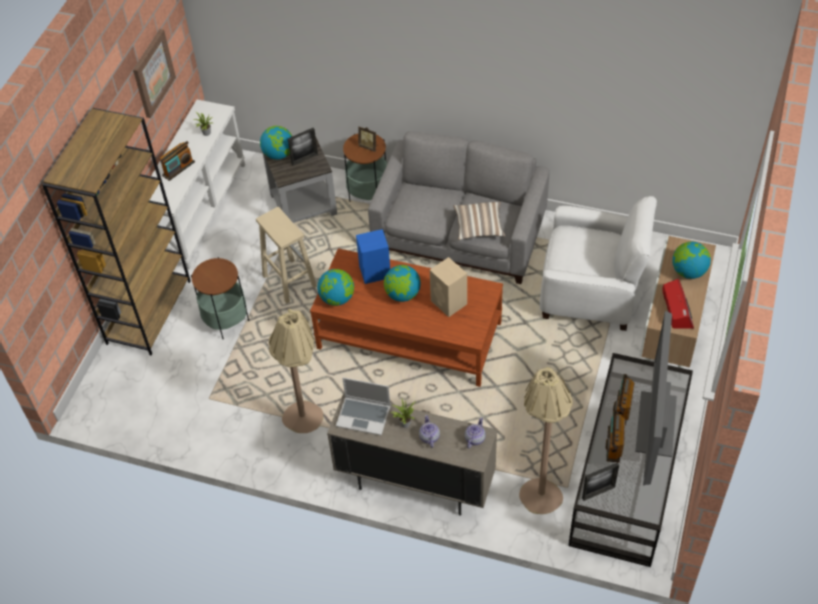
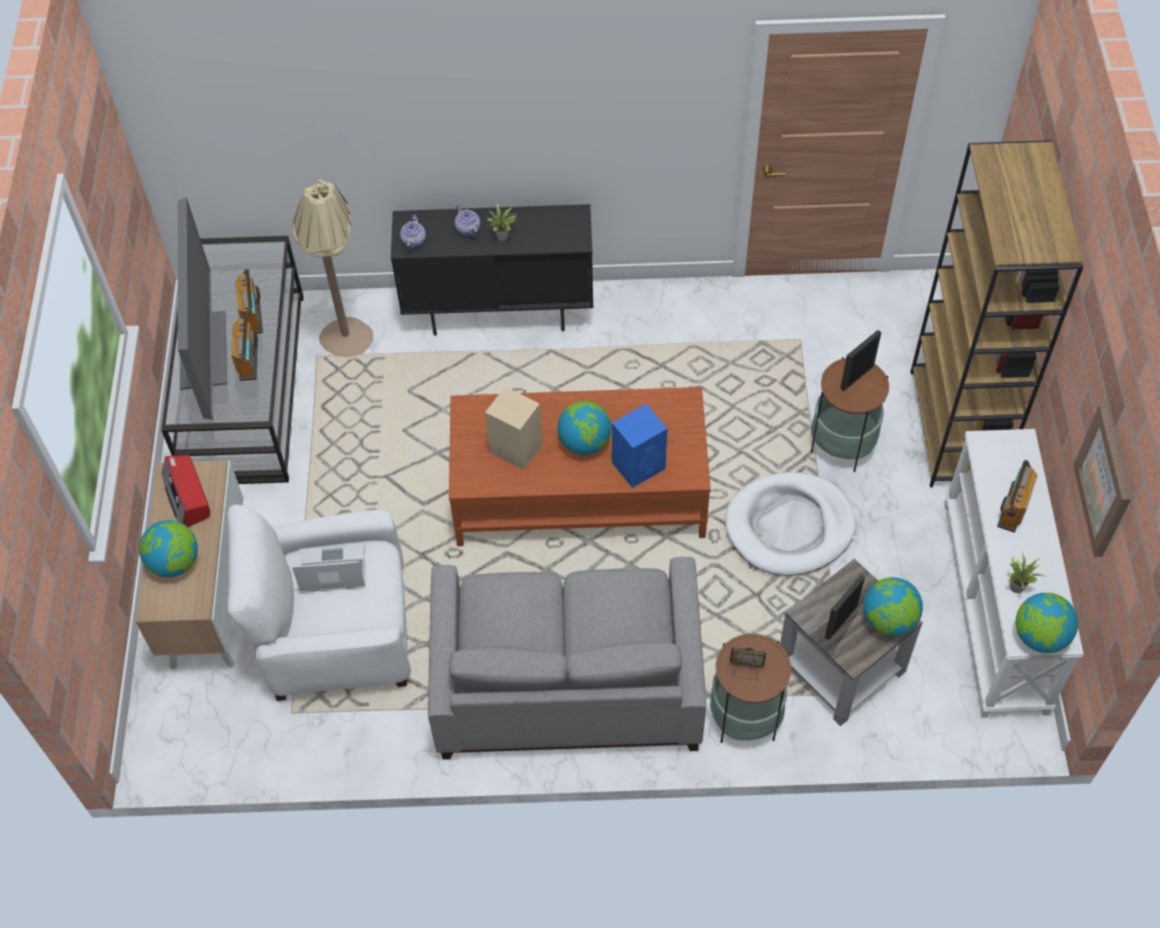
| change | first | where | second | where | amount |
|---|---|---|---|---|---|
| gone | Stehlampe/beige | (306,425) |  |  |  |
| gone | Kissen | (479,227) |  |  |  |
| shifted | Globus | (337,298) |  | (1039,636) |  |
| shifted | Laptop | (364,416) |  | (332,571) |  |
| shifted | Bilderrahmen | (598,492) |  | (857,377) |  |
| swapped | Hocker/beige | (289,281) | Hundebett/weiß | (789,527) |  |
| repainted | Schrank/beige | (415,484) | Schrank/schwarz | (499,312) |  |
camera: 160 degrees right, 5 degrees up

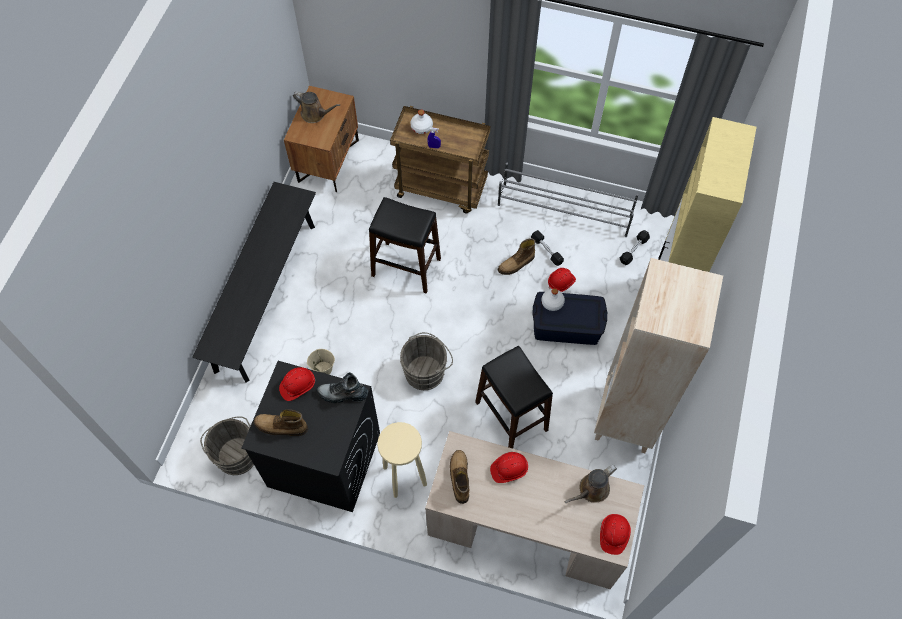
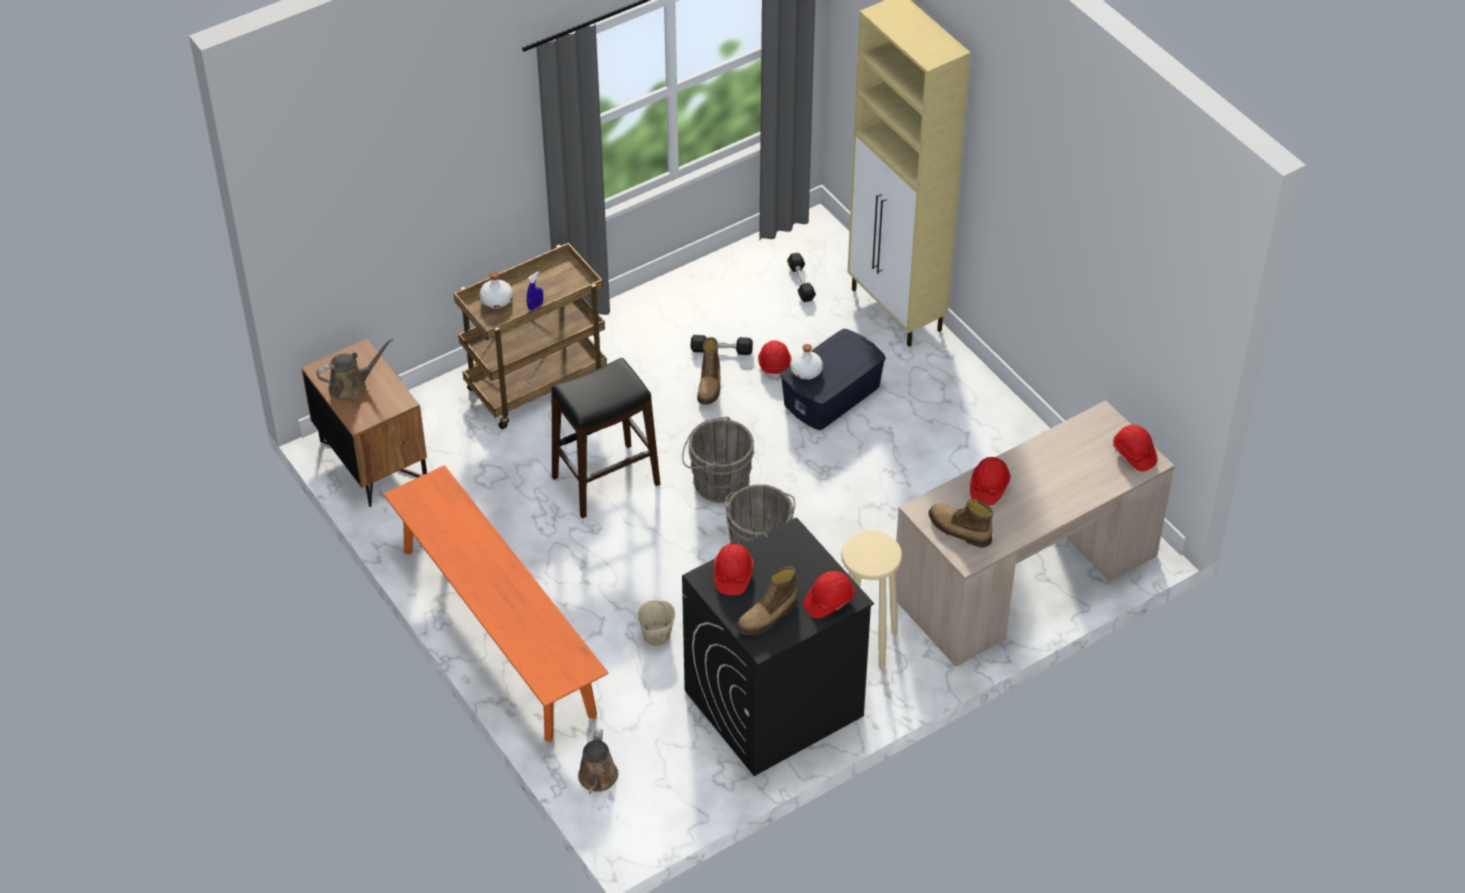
| change | first | where | second | where | amount |
|---|---|---|---|---|---|
| gone | Stiefel | (343,394) |  |  |  |
| gone | Hocker/schwarz | (511,416) |  |  |  |
| gone | Schuhregal/grau | (565,211) |  |  |  |
| gone | Bücherregal/beige | (626,419) |  |  |  |
| new |  |  | Schutzhelm/rot | (829,601) |  |
| shifted | Eimer/grau | (236,453) |  | (717,482) |  |
| shifted | Gießkanne/braun | (591,490) |  | (597,779) |  |
| repainted | Bank/schwarz | (266,296) | Bank/orange | (497,631) |  |
camera: 50 degrees left, 15 degrees down

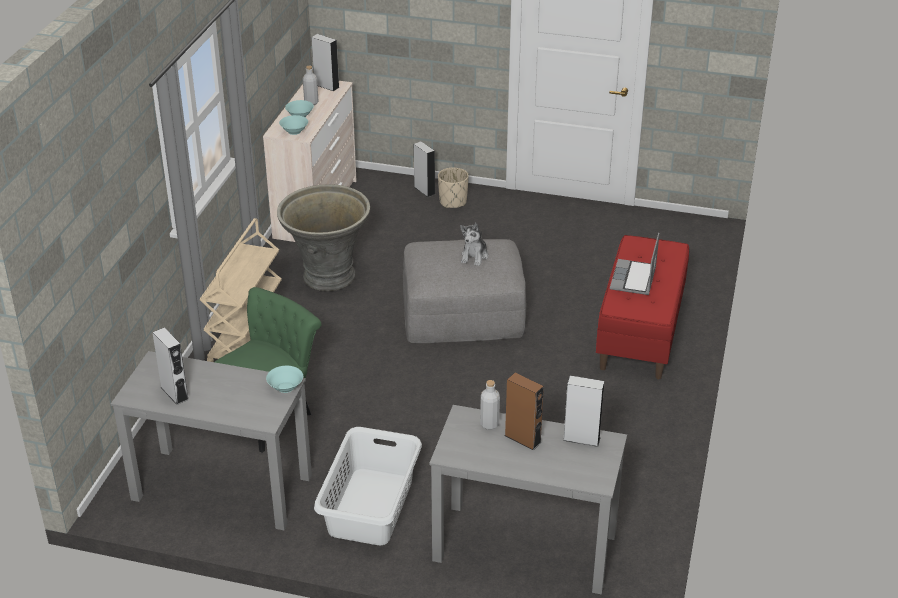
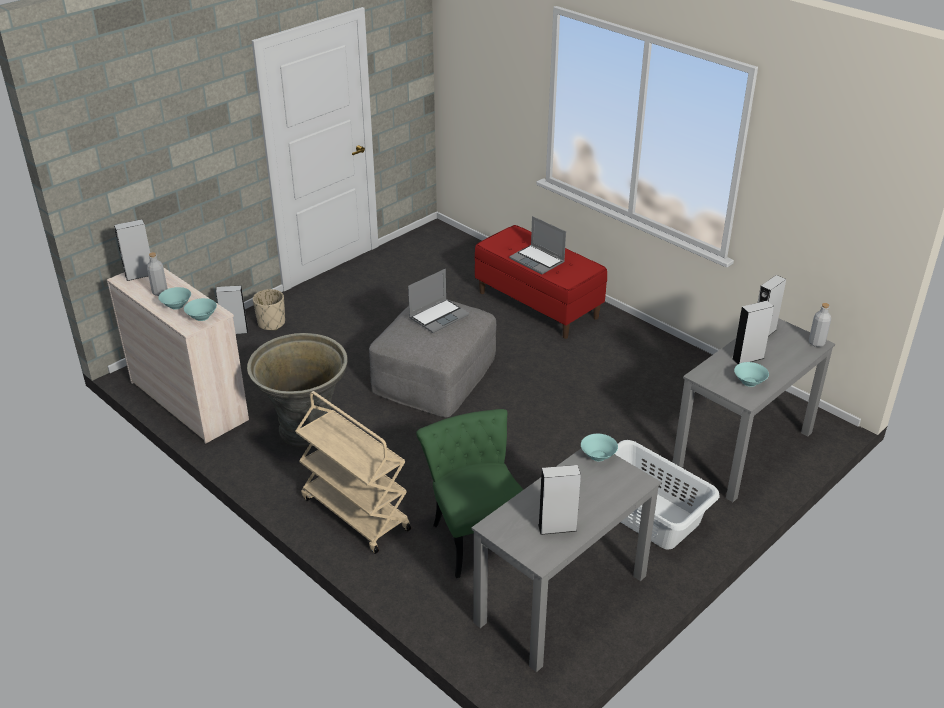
| change | first | where | second | where | amount |
|---|---|---|---|---|---|
| new |  |  | Schüssel/türkis | (749,382) |  |
| shifted | Flasche/grau | (489,424) |  | (816,343) |  |
| swapped | Plüschtier | (474,256) | Laptop | (439,316) |  |
| repainted | Lautsprecher/braun | (522,439) | Lautsprecher/grau | (748,358) |  |
camera: 60 degrees left, 0 degrees up

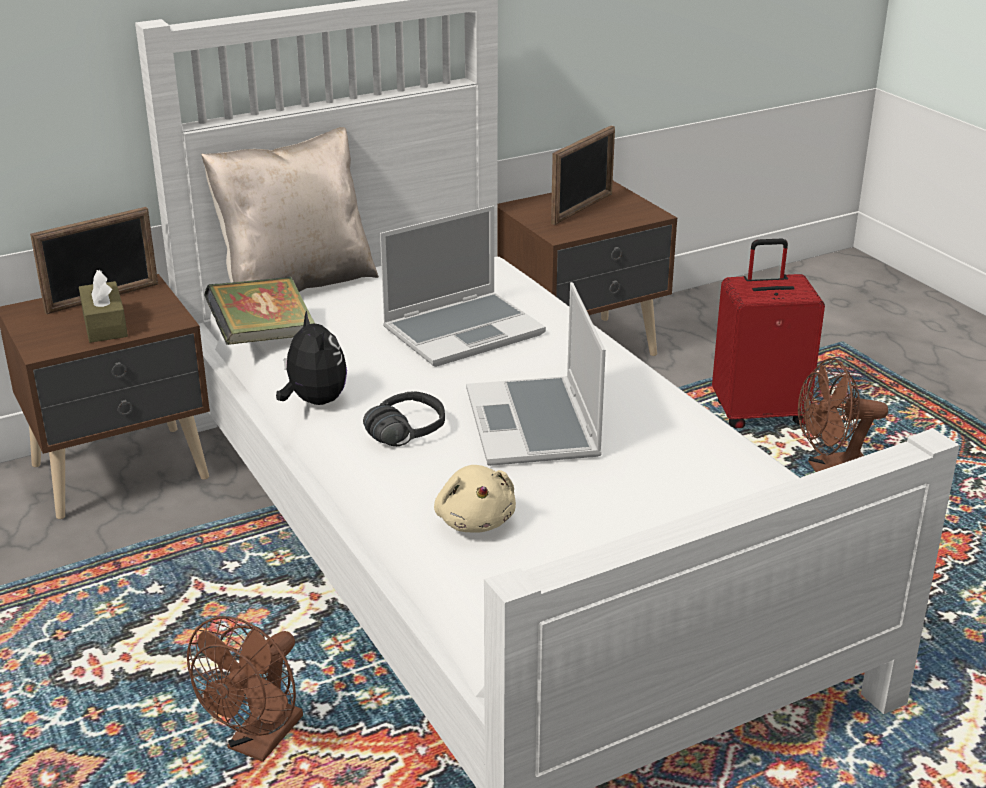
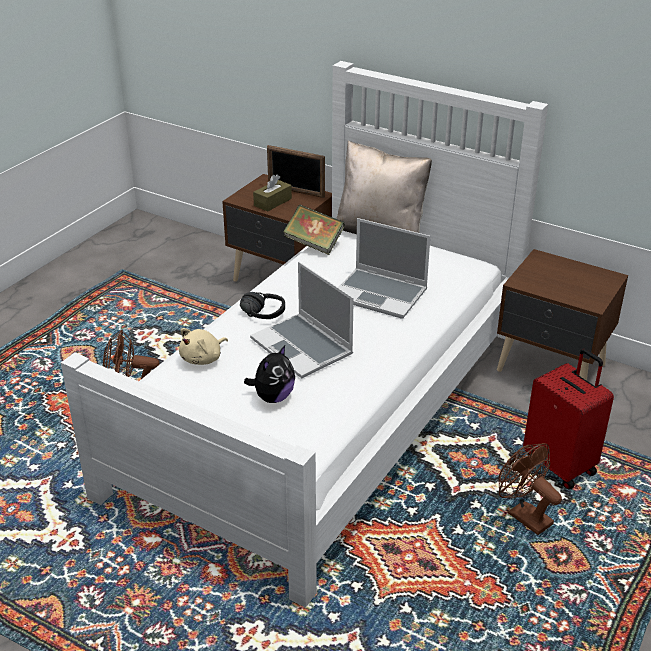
| change | first | where | second | where | amount |
|---|---|---|---|---|---|
| gone | Bilderrahmen | (582,209) |  |  |  |
| shifted | Plüschtier | (314,401) |  | (273,397) |  |
| rotated | Laptop | (535,425) |  | (303,347) | 90 degrees counterclockwise |
camera: 60 degrees right, 5 degrees up

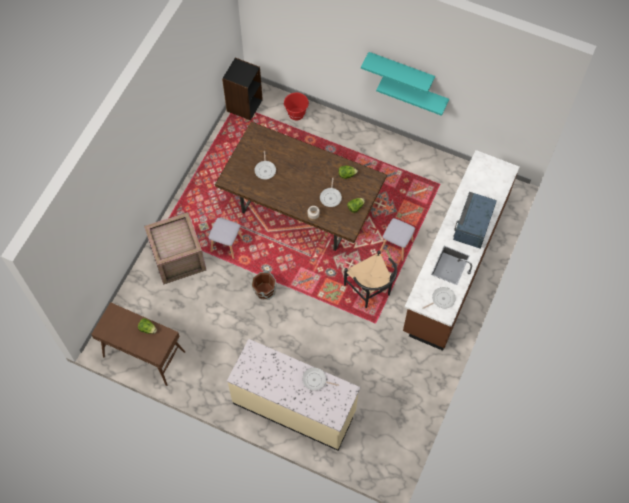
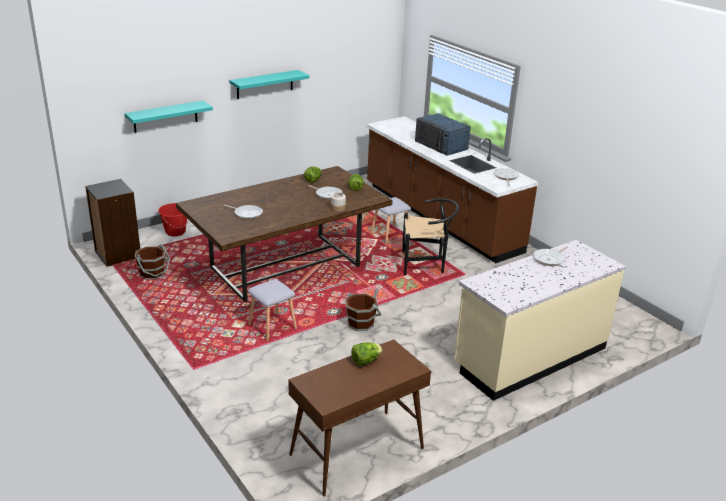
| change | first | where | second | where | amount |
|---|---|---|---|---|---|
| gone | Kiste | (177,257) |  |  |  |
| new |  |  | Eimer/braun | (153,274) |  |
| shifted | Wandregal/türkis | (415,91) |  | (165,116) |  |
camera: 60 degrees left, 35 degrees down

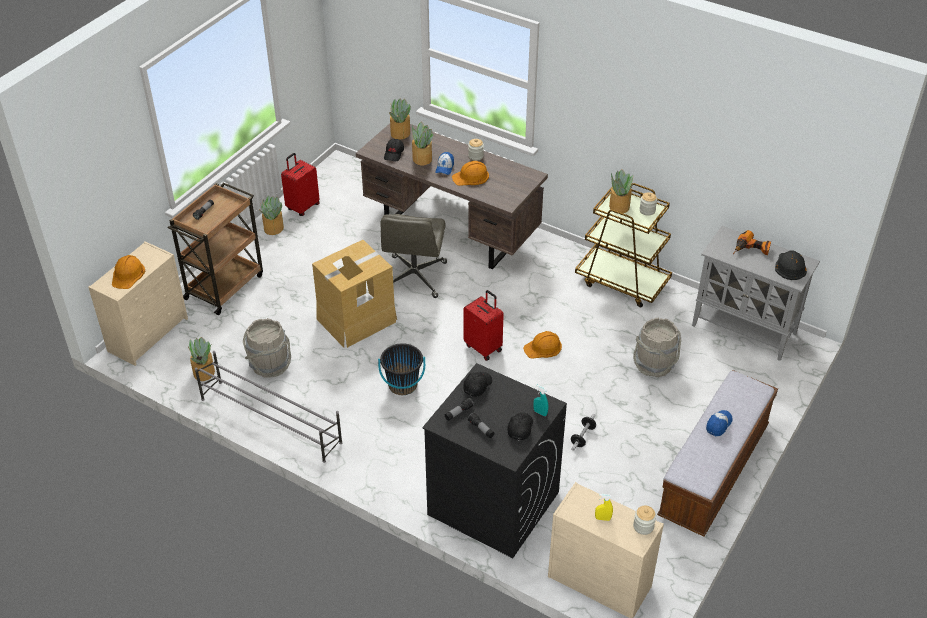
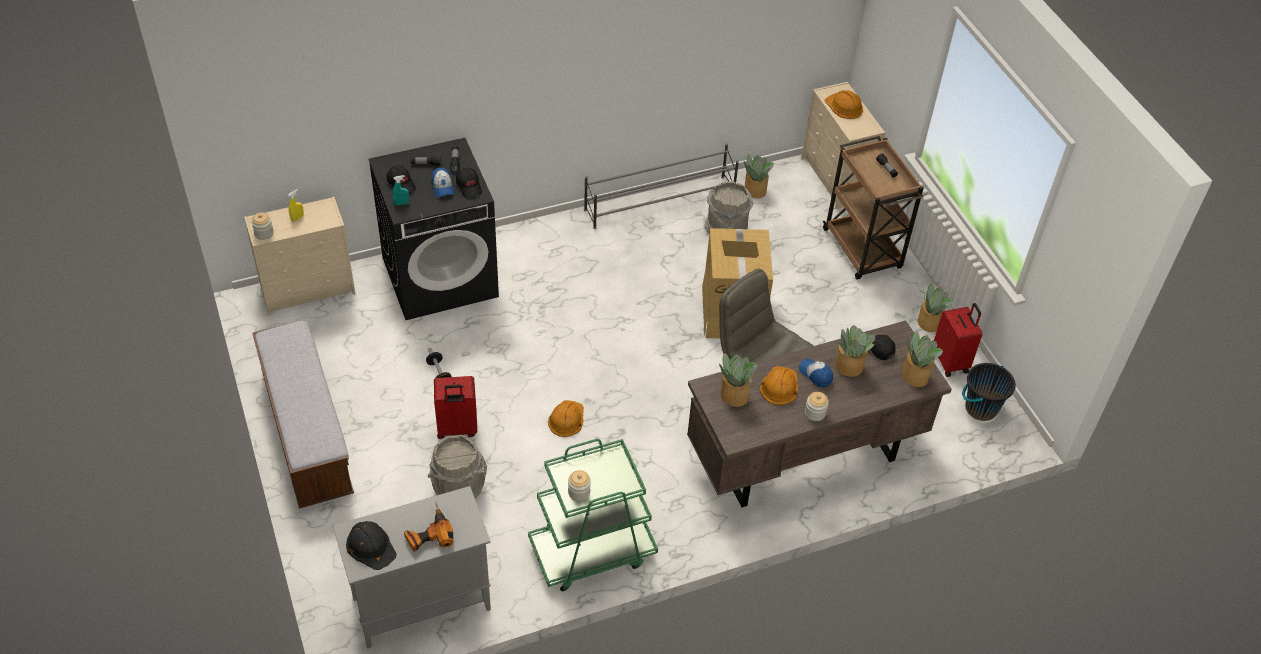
| change | first | where | second | where | amount |
|---|---|---|---|---|---|
| shifted | Eimer/schwarz | (402,385) |  | (980,408) |  |
| shifted | Koffer/rot | (484,347) |  | (457,429) |  |
| shifted | Topfpflanze | (619,206) |  | (734,395) |  |
| shifted | Kappe | (718,424) |  | (442,187) |  |
| repainted | Rollwagen/braun | (622,282) | Rollwagen/grün | (592,551) |  |
camera: 125 degrees right, 5 degrees up

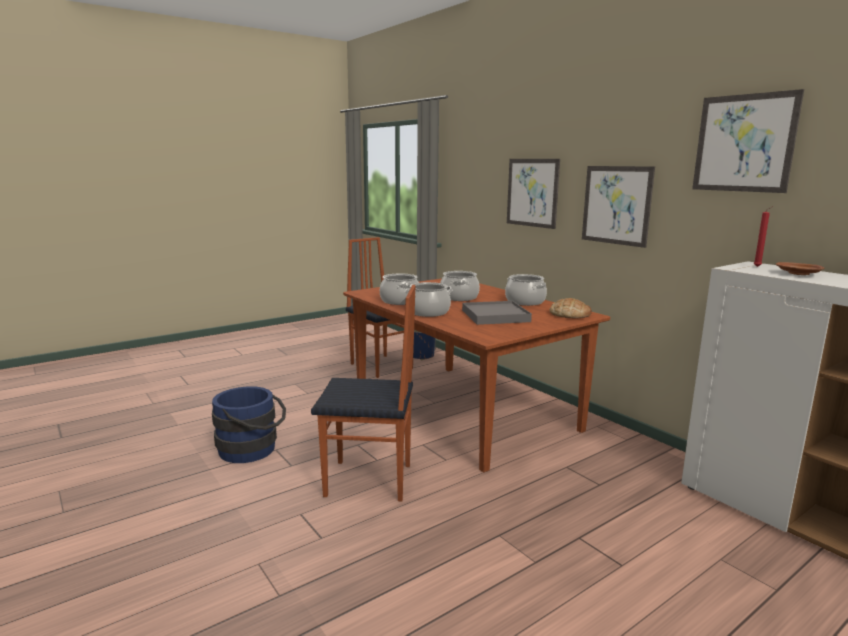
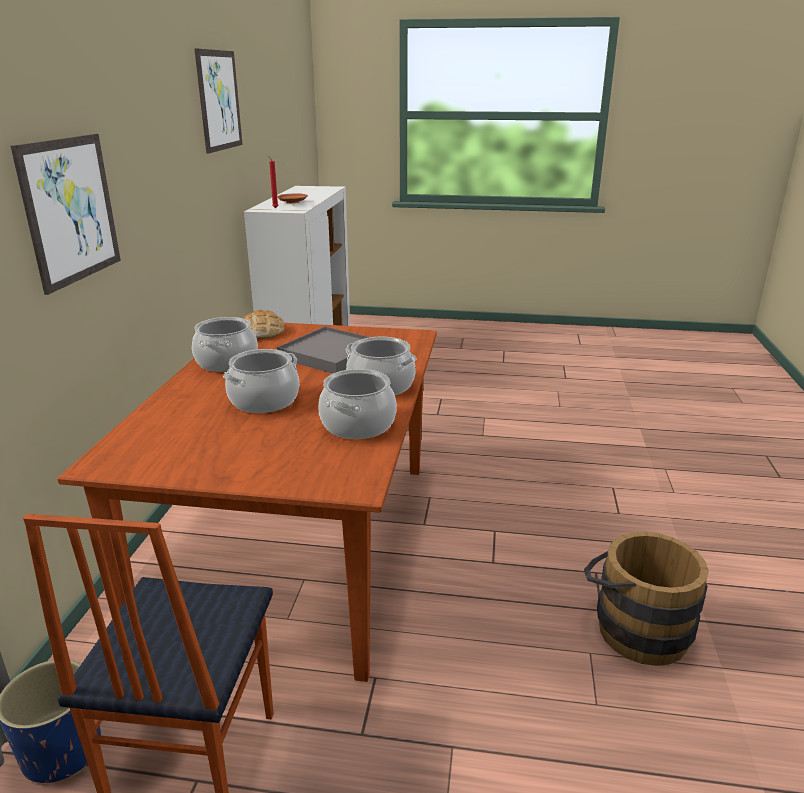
| change | first | where | second | where | amount |
|---|---|---|---|---|---|
| gone | Stuhl | (369,481) |  |  |  |
| gone | Bild | (616,205) |  |  |  |
| repainted | Eimer/blau | (252,450) | Eimer/braun | (634,627) |  |
camera: 135 degrees left, 10 degrees up

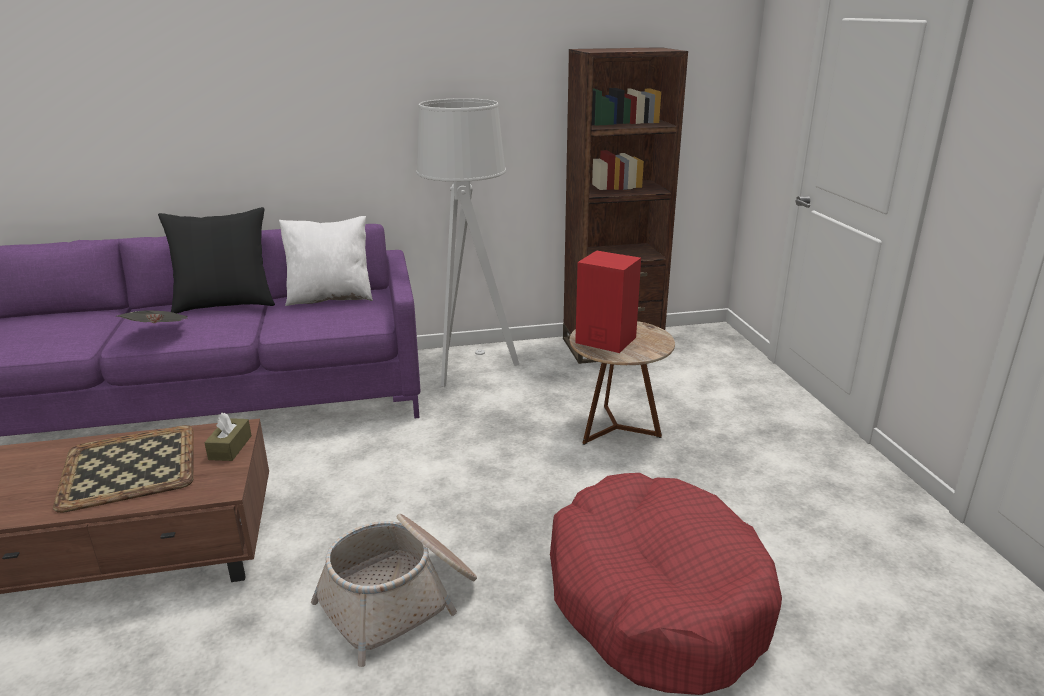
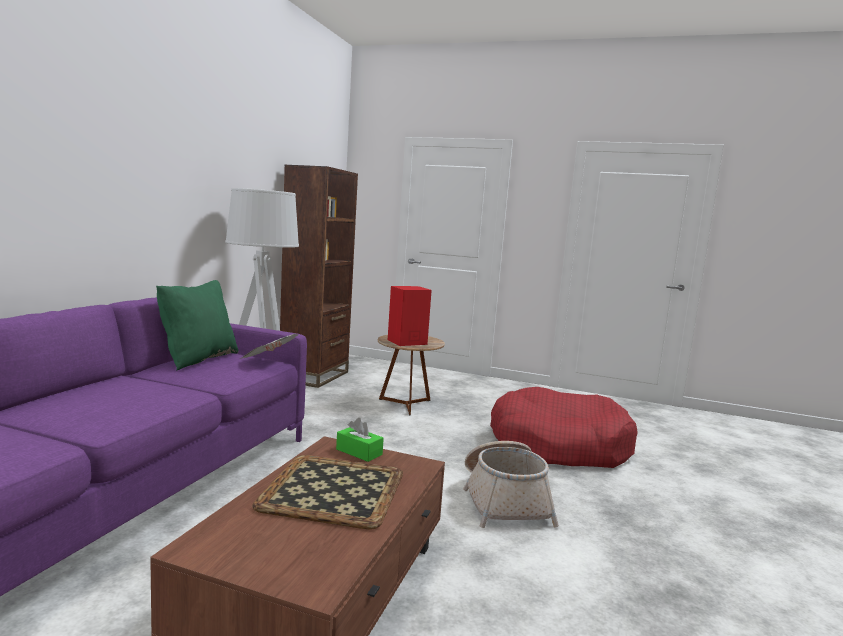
| change | first | where | second | where | amount |
|---|---|---|---|---|---|
| gone | Kissen/schwarz | (225,304) |  |  |  |
| shifted | Zeitung | (159,333) |  | (269,361) |  |
| repainted | Taschentuchbox/braun | (230,447) | Taschentuchbox/grün | (359,452) |  |
| repainted | Kissen/weiß | (330,298) | Kissen/grün | (198,359) |  |
camera: 60 degrees left, 15 degrees down

